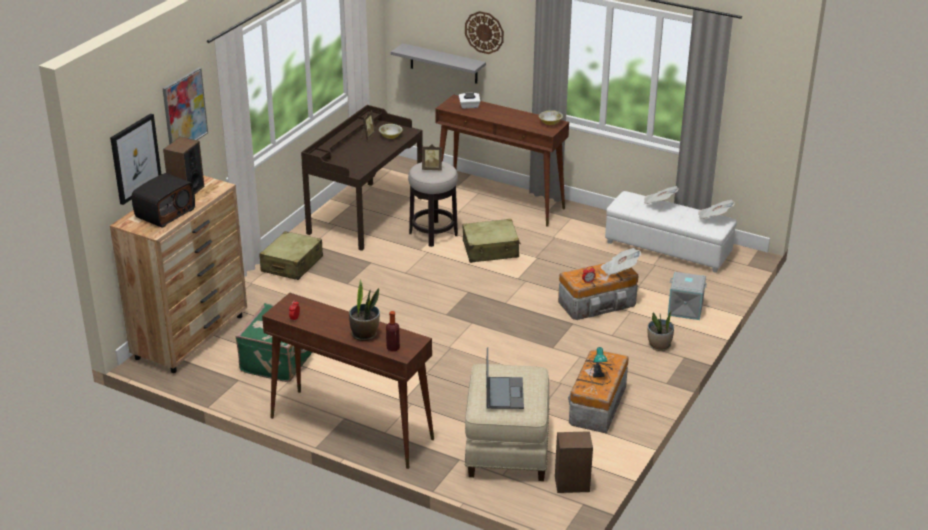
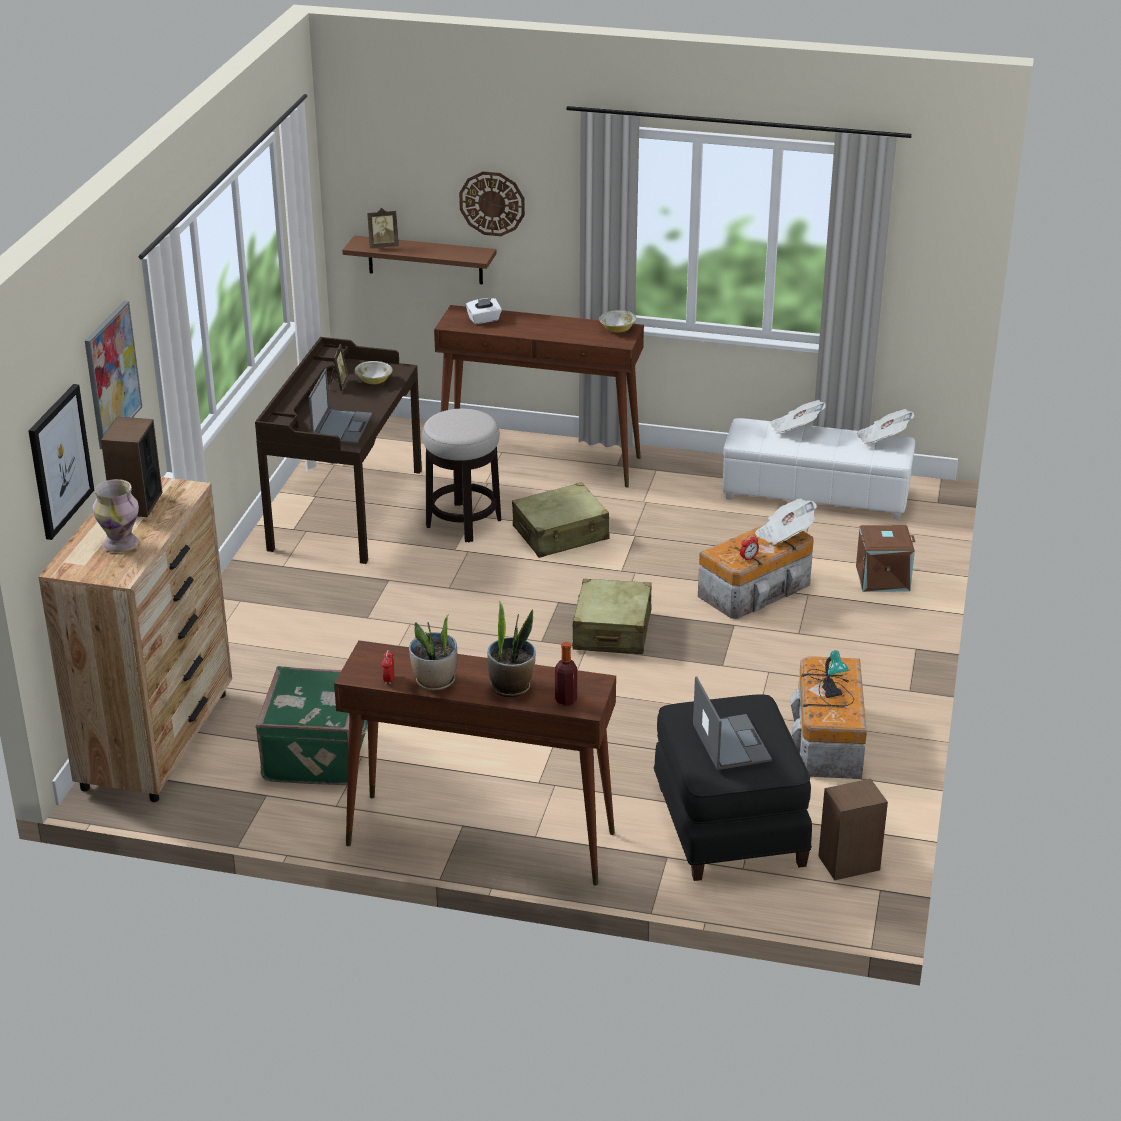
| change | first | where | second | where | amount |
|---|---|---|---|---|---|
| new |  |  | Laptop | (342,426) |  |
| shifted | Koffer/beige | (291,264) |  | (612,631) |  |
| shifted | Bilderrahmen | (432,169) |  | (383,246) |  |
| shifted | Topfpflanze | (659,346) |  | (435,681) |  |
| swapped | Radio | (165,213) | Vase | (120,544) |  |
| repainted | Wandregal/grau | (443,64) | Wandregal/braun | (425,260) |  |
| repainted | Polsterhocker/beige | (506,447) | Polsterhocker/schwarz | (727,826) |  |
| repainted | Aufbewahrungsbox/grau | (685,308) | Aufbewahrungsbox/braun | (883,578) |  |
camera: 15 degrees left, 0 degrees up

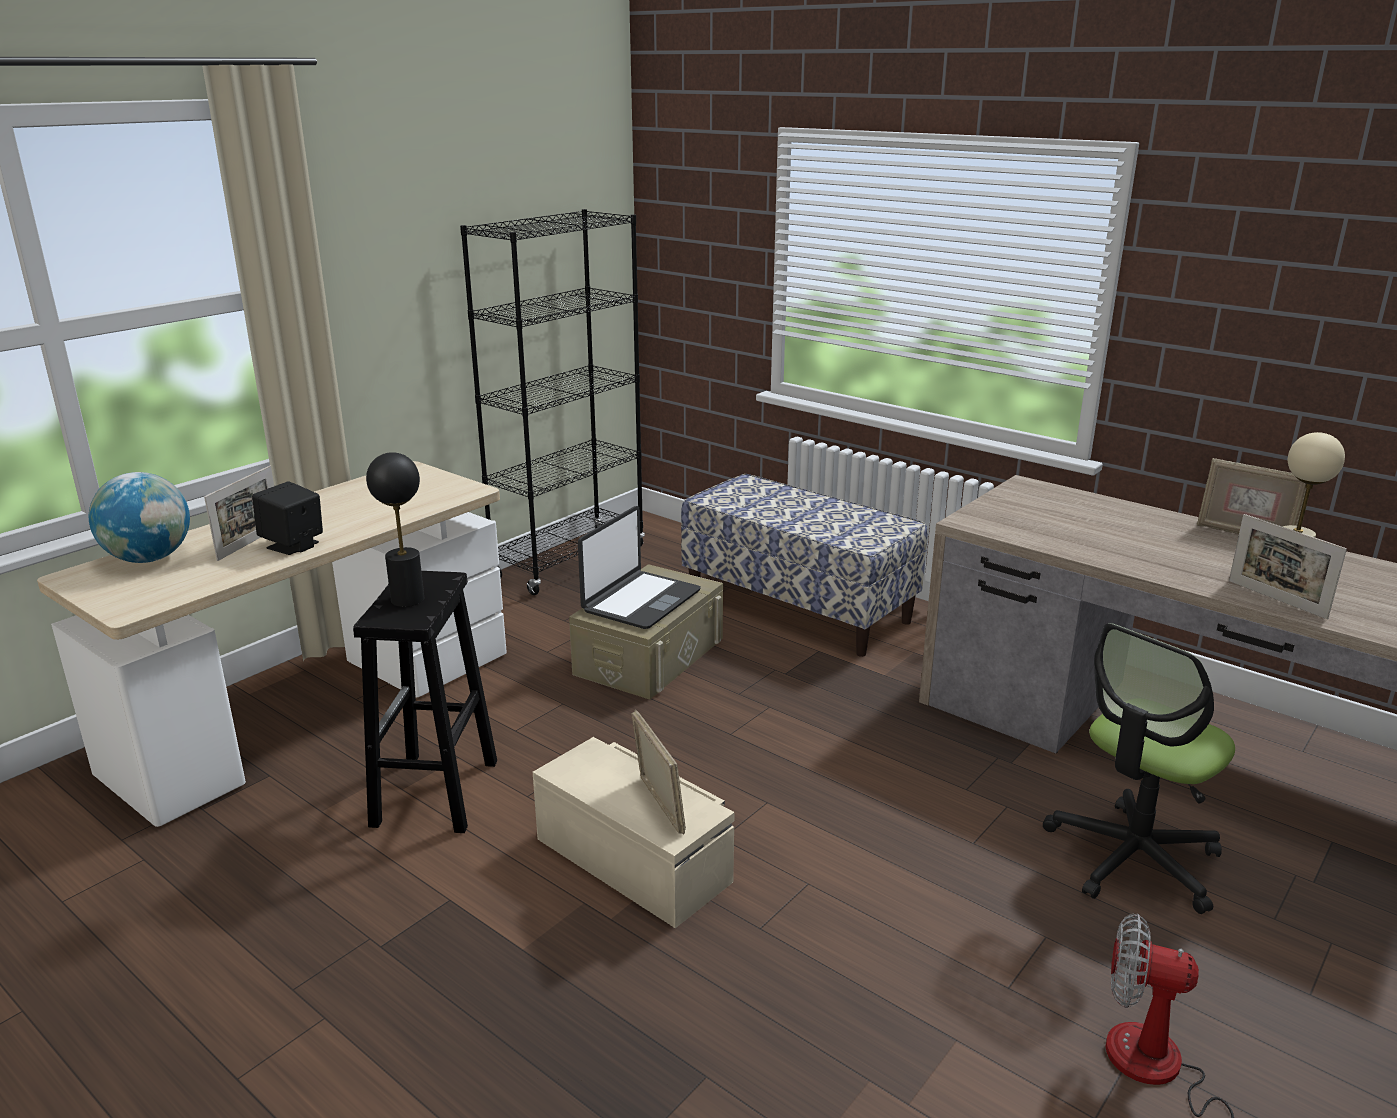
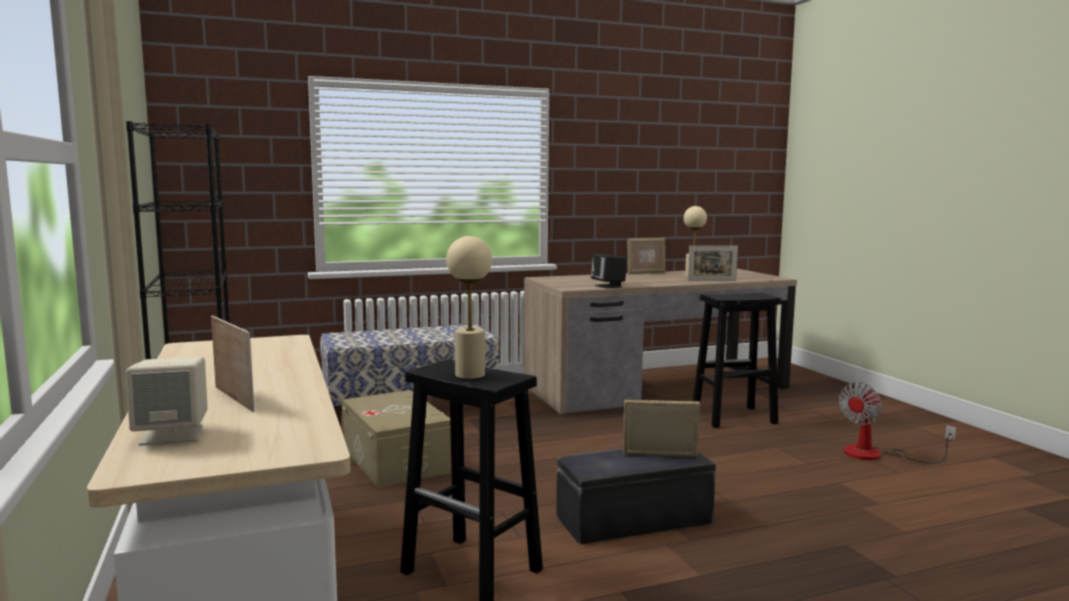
| change | first | where | second | where | amount |
|---|---|---|---|---|---|
| gone | Laptop | (640,601) |  |  |  |
| shifted | Lautsprecher/schwarz | (293,545) |  | (608,286) |  |
| swapped | Globus | (149,559) | Lautsprecher/beige | (173,435) |  |
| swapped | Bürostuhl | (1133,858) | Hocker/schwarz | (732,417) |  |
| repainted | Tischlampe/schwarz | (408,599) | Tischlampe/beige | (470,375) |  |
| repainted | Aufbewahrungsbox/beige | (634,858) | Aufbewahrungsbox/schwarz | (632,518) |  |
camera: 60 degrees left, 15 degrees down

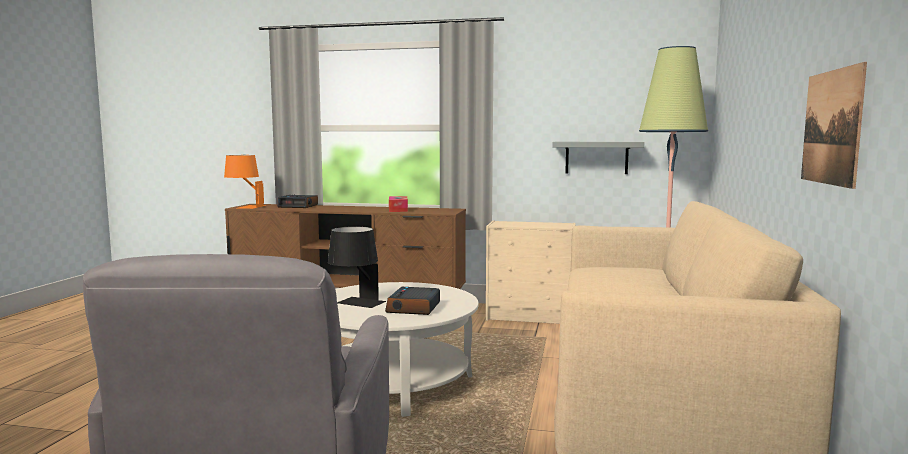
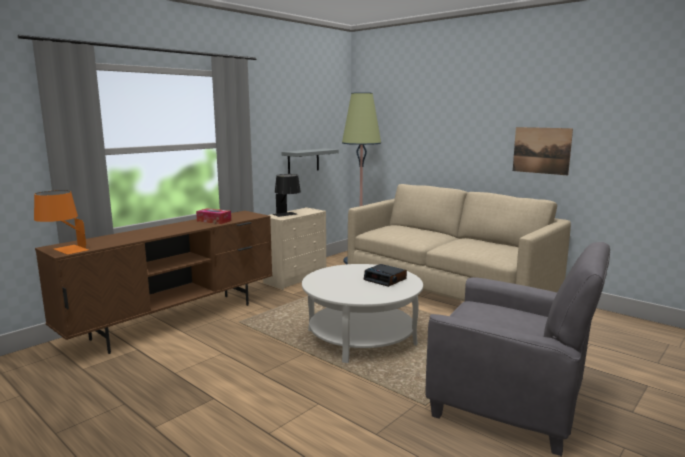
| change | first | where | second | where | amount |
|---|---|---|---|---|---|
| gone | Wecker | (298,206) |  |  |  |
| shifted | Tischlampe/schwarz | (356,304) |  | (287,215) |  |
camera: 60 degrees left, 5 degrees up

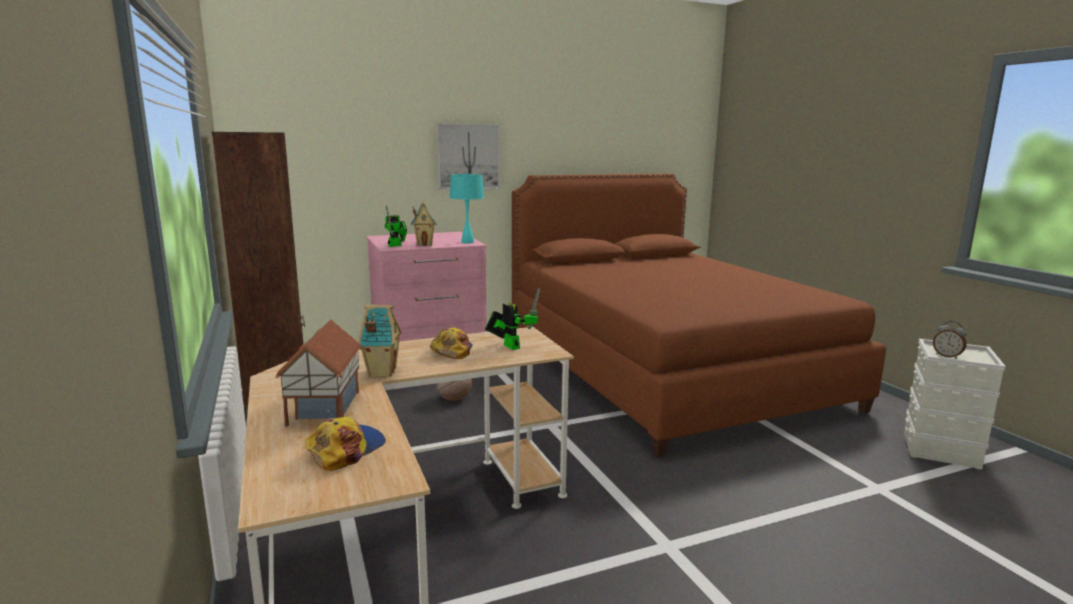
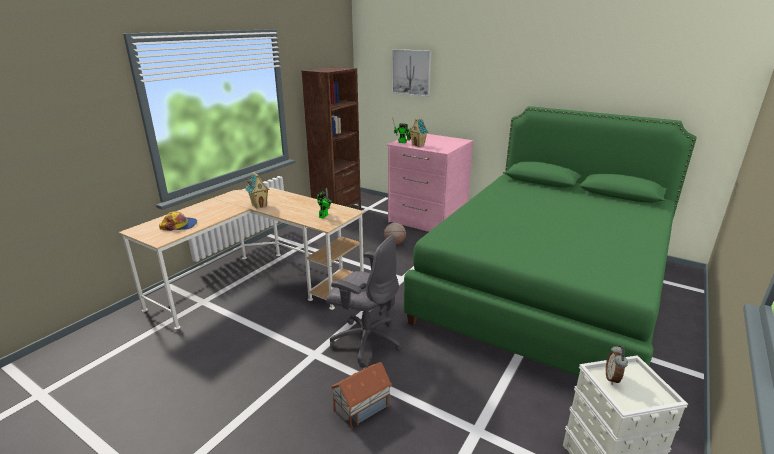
| change | first | where | second | where | amount |
|---|---|---|---|---|---|
| gone | Kappe | (452,350) |  |  |  |
| gone | Tischlampe/türkis | (468,242) |  |  |  |
| new |  |  | Bürostuhl/grau | (365,341) |  |
| shifted | Spielzeughaus | (323,408) |  | (361,408) |  |
| shifted | Bild | (468,156) |  | (411,72) |  |
| repainted | Bett/braun | (665,370) | Bett/grün | (546,288) |  |
camera: 55 degrees right, 10 degrees up

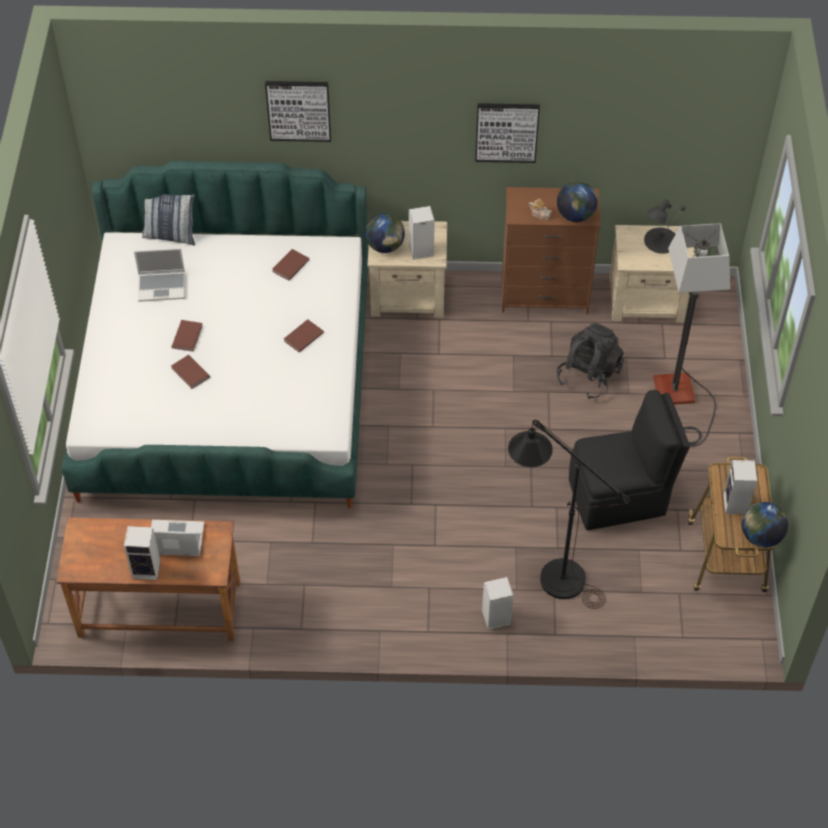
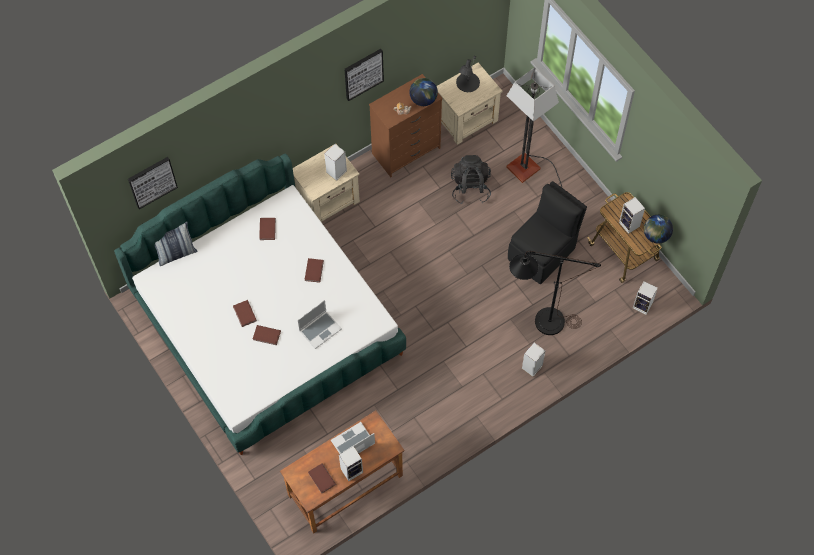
| change | first | where | second | where | amount |
|---|---|---|---|---|---|
| gone | Globus | (385,246) |  |  |  |
| new |  |  | Buch/braun | (321,479) |  |
| new |  |  | Lautsprecher | (643,306) |  |
| shifted | Laptop | (162,286) |  | (320,329) |  |
| shifted | Bild | (298,110) |  | (152,182) |  |
camera: 35 degrees left, 10 degrees up

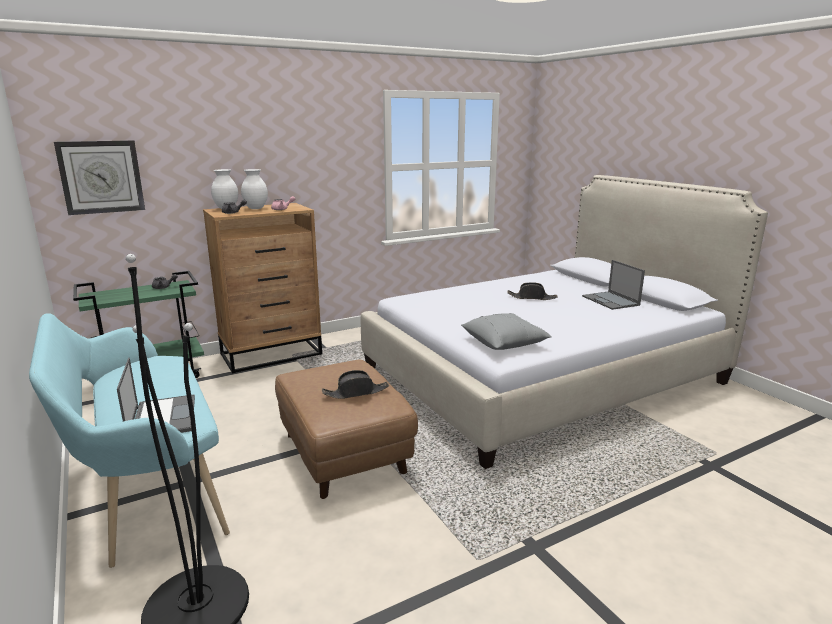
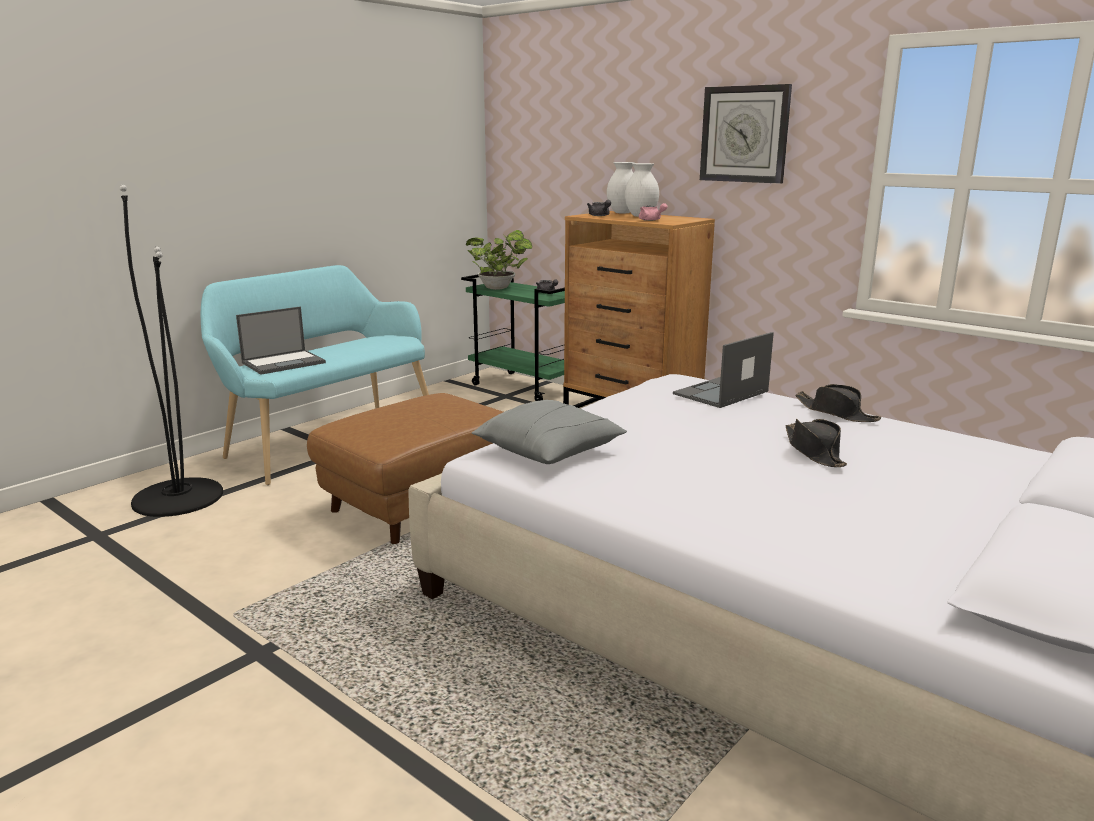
| change | first | where | second | where | amount |
|---|---|---|---|---|---|
| new |  |  | Topfpflanze | (499,288) |  |
| shifted | Wanduhr | (101,177) |  | (744,134) |  |
| shifted | Hut/schwarz | (356,392) |  | (836,413) |  |
| shifted | Laptop | (611,301) |  | (720,393) |  |
camera: 70 degrees right, 0 degrees up

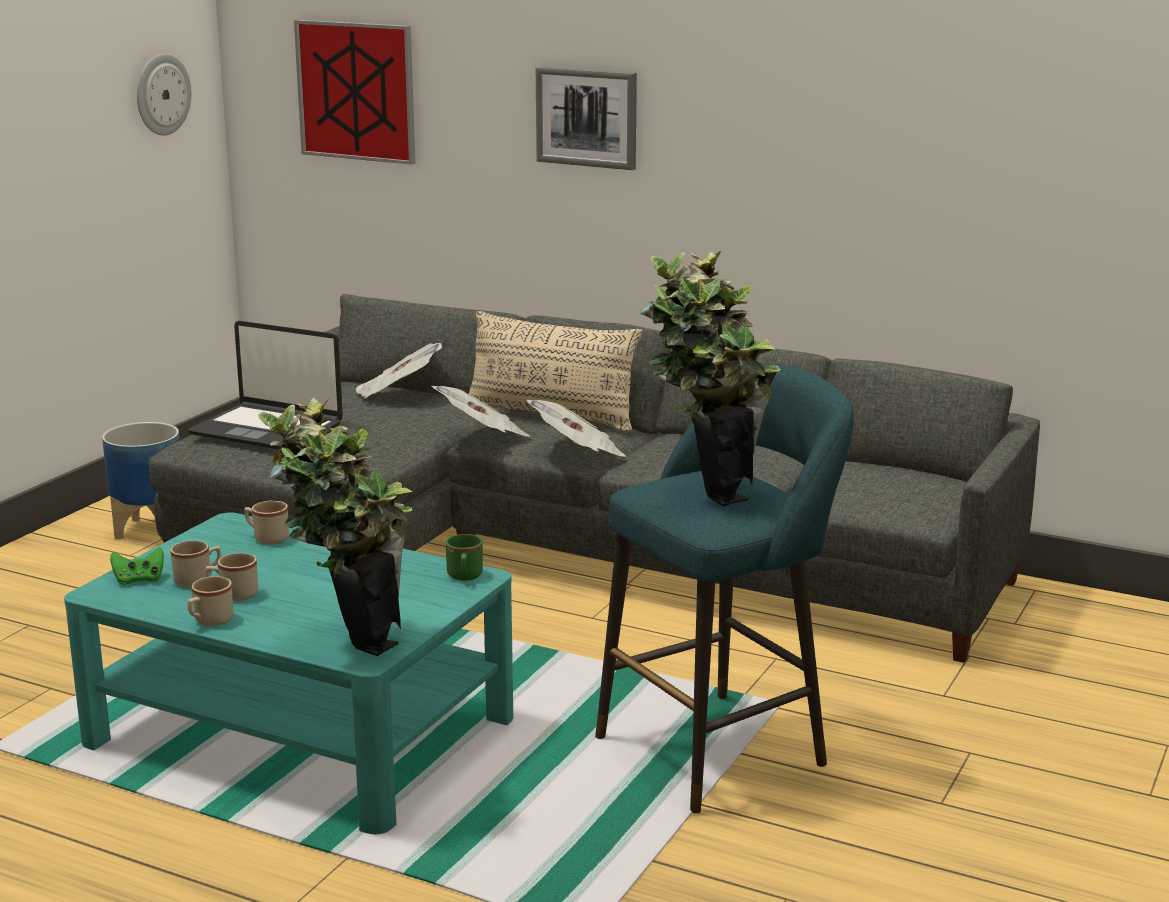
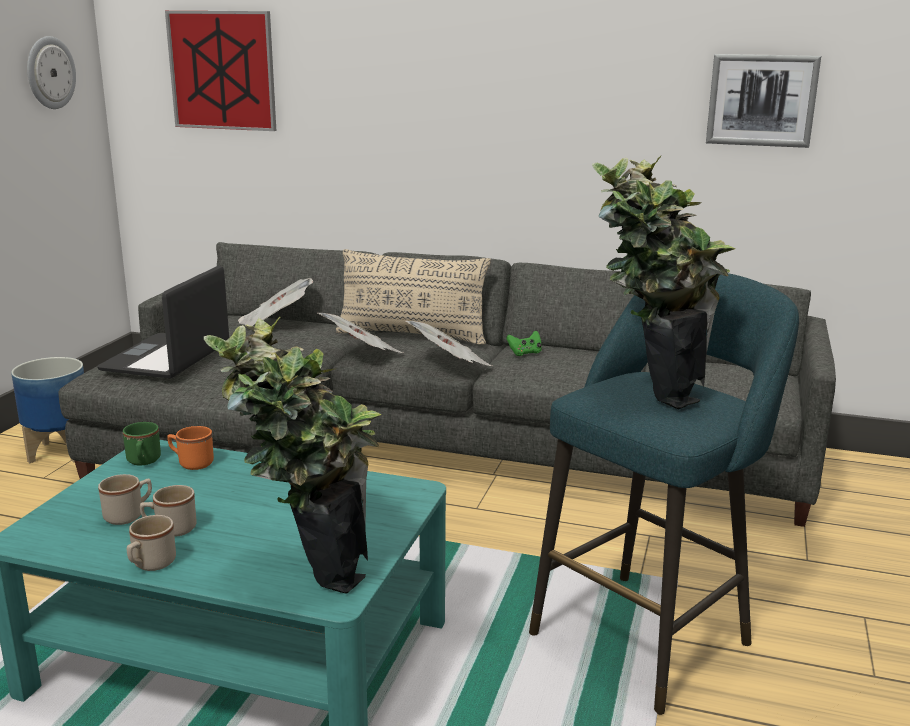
| change | first | where | second | where | amount |
|---|---|---|---|---|---|
| shifted | Gamepad/grün | (139,580) |  | (525,353) |  |
| shifted | Henkelbecher/grün | (464,577) |  | (143,462) |  |
| shifted | Bild | (587,117) |  | (761,100) |  |
| repainted | Henkelbecher/beige | (267,538) | Henkelbecher/orange | (191,463) |  |
| rotated | Laptop | (267,429) |  | (168,358) | 90 degrees clockwise |
camera: 10 degrees left, 0 degrees up

